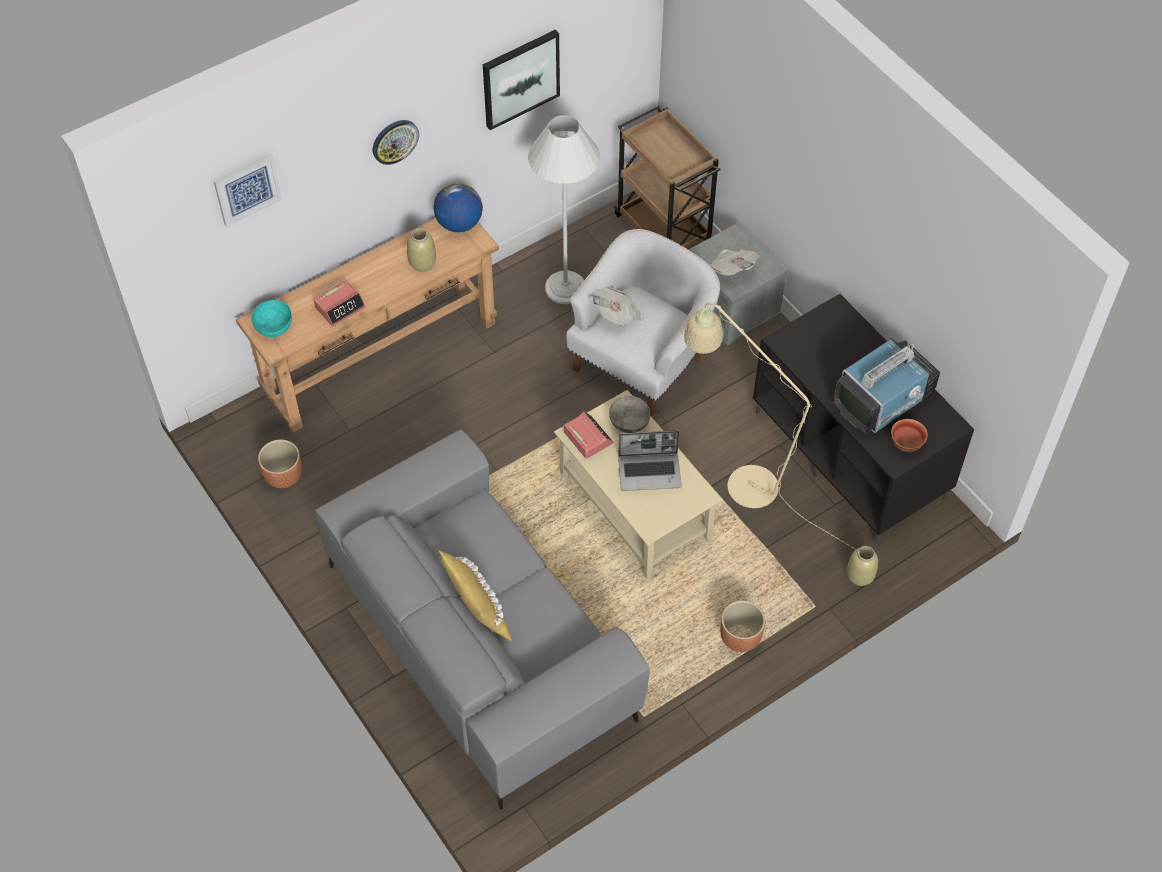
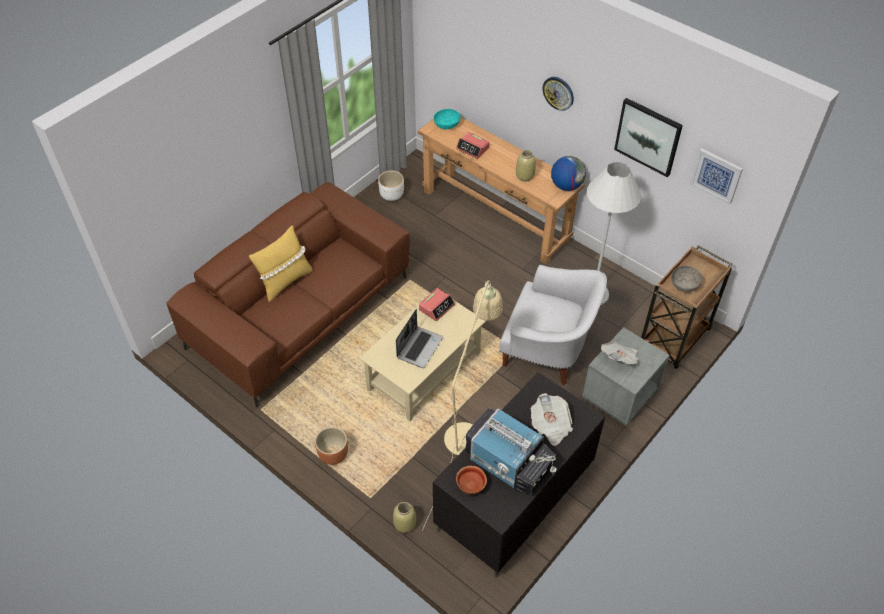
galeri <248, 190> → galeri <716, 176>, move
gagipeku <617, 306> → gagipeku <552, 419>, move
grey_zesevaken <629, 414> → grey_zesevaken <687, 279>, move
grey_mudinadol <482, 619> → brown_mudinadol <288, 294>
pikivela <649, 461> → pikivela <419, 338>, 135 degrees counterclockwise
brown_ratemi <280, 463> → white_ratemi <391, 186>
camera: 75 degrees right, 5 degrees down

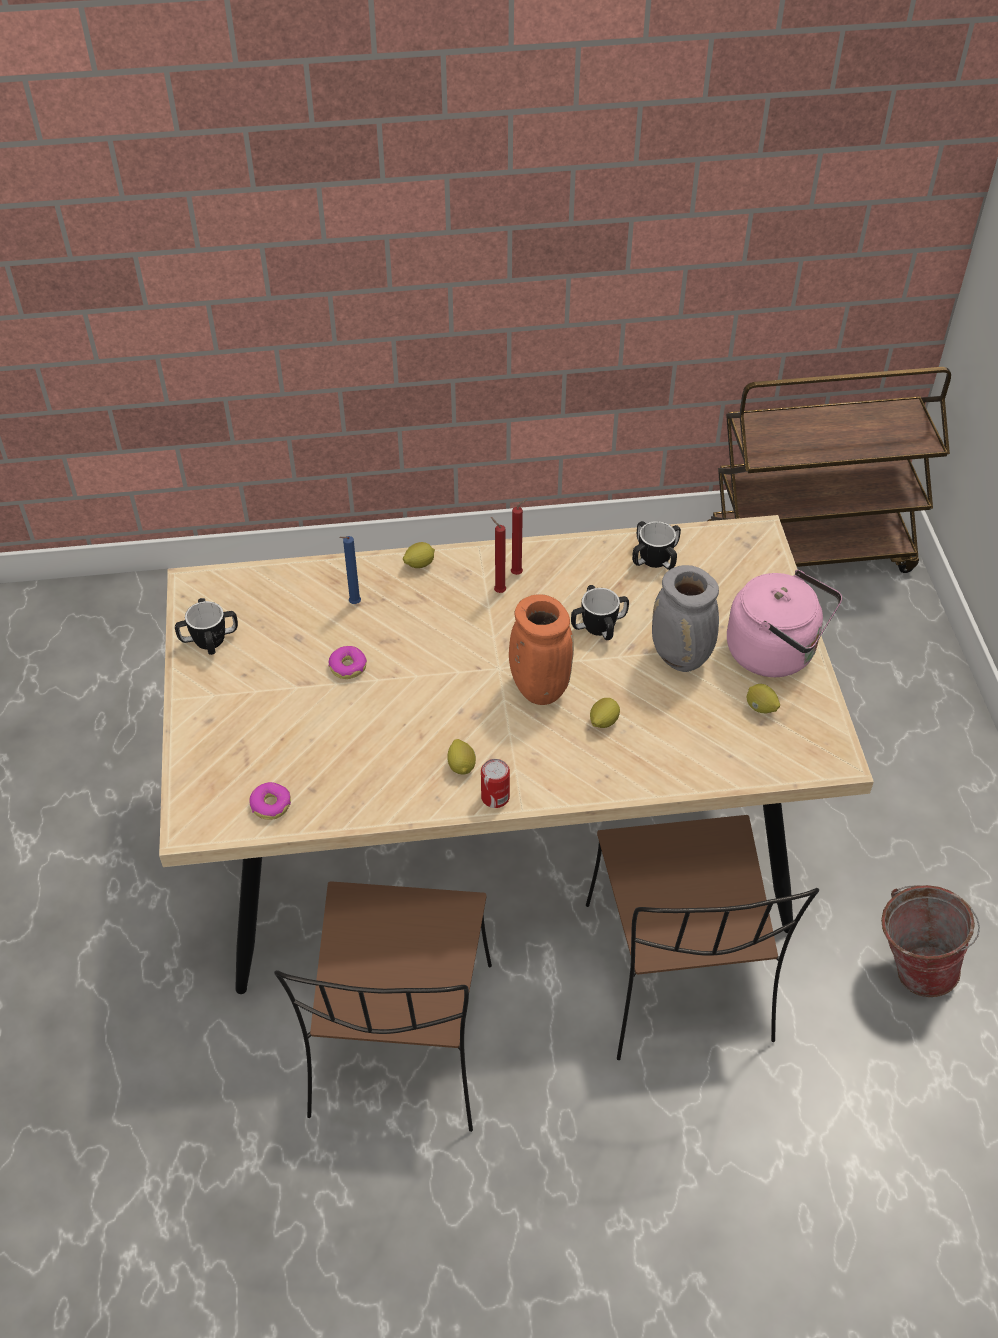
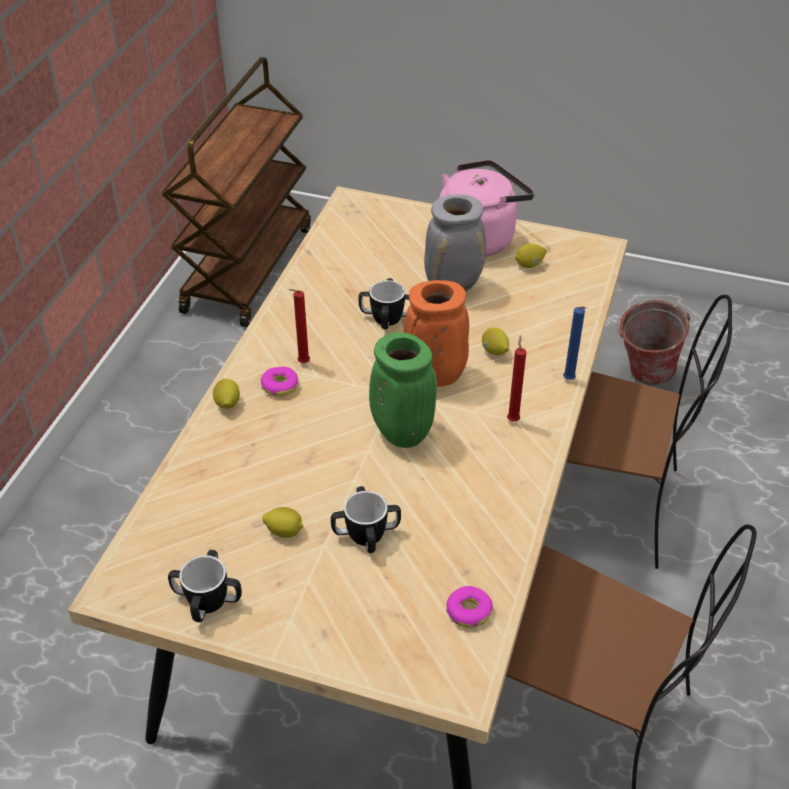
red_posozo <519, 537> → red_posozo <516, 378>, move
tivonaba <656, 545> → tivonaba <366, 519>, move
blue_posozo <350, 570> → blue_posozo <575, 343>, move
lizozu <348, 662> → lizozu <279, 382>, move
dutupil <461, 756> → dutupil <282, 522>, move
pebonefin <495, 783> → -
- → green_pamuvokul <403, 390>
camera: 65 degrees left, 5 degrees down

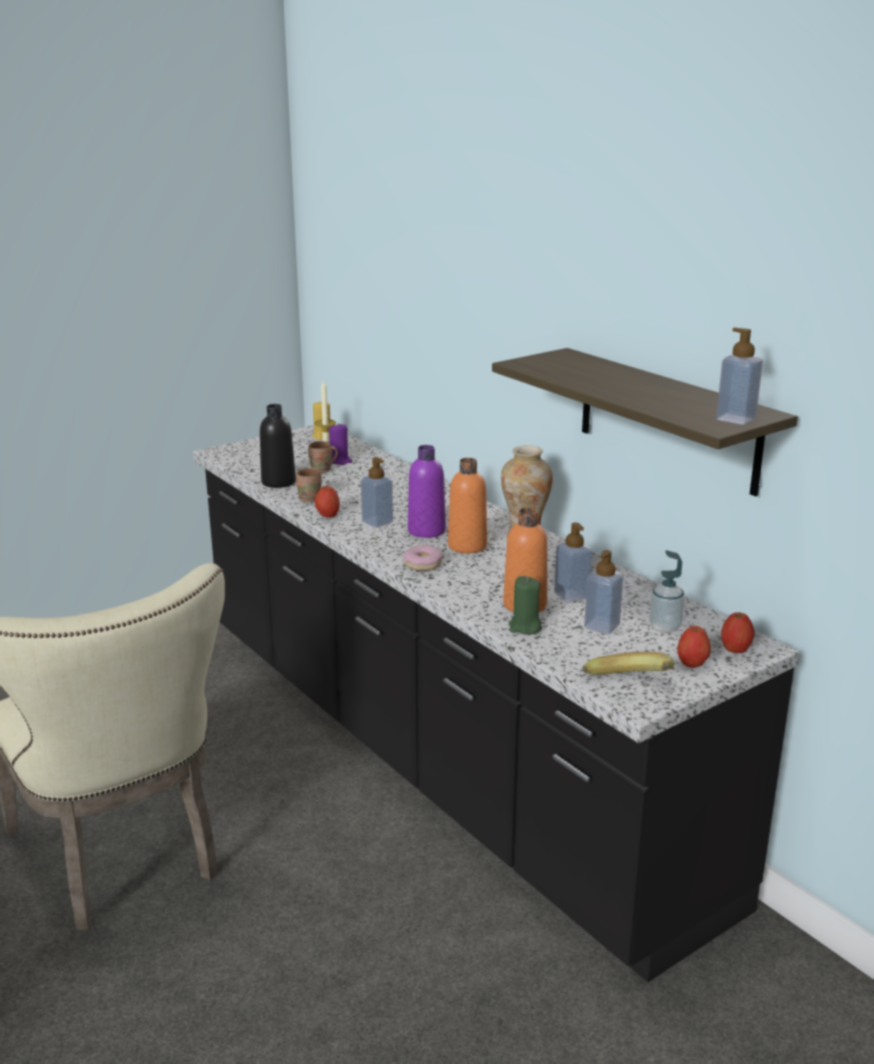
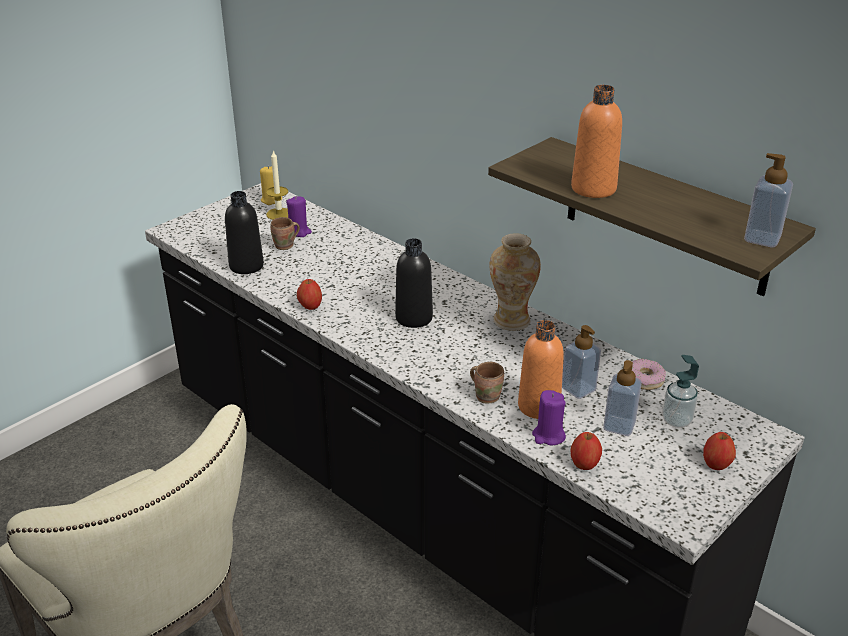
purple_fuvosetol <427, 491> → black_fuvosetol <414, 283>
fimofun <377, 492> → -
orange_fuvosetol <467, 505> → orange_fuvosetol <596, 141>, move
brown_tivonaba <309, 485> → brown_tivonaba <487, 382>, move
lizozu <423, 558> → lizozu <649, 374>, move
green_posozo <525, 605> → purple_posozo <549, 418>
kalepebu <738, 632> → kalepebu <586, 451>, move
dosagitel <628, 663> → -
camera: 10 degrees left, 10 degrees up

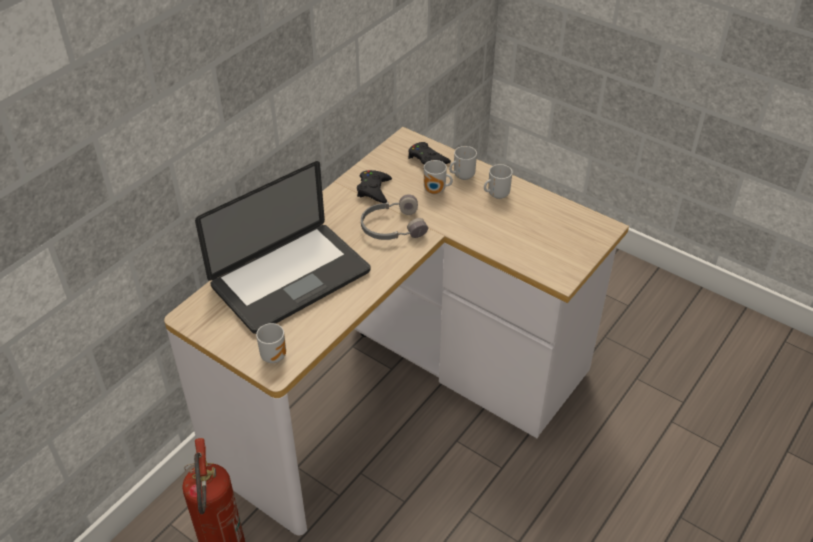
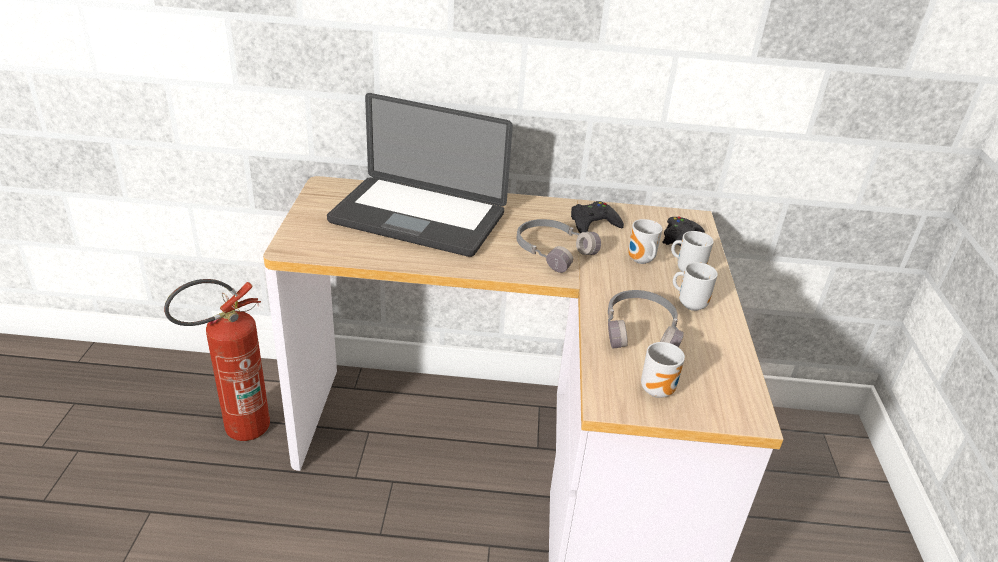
tivonaba <271, 343> → tivonaba <663, 370>, move
- → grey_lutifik <646, 319>
camera: 55 degrees right, 10 degrees down

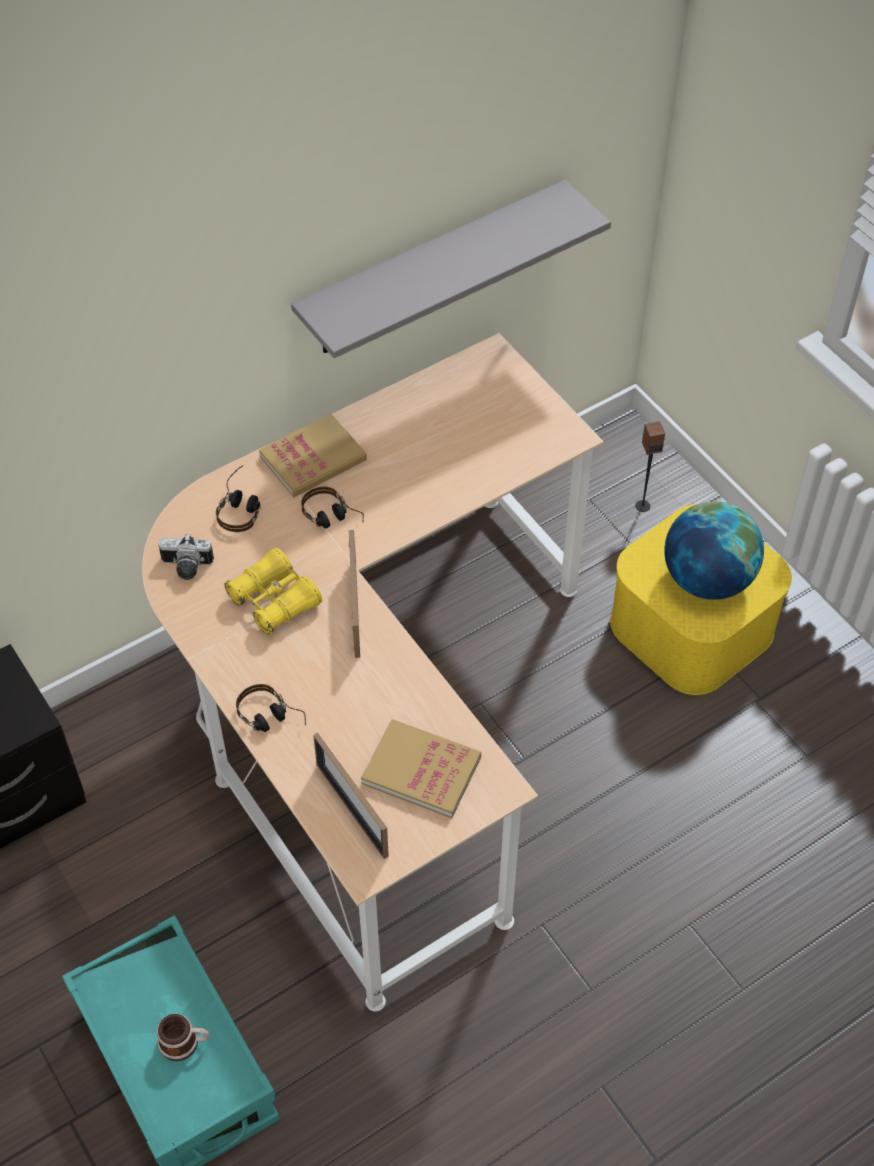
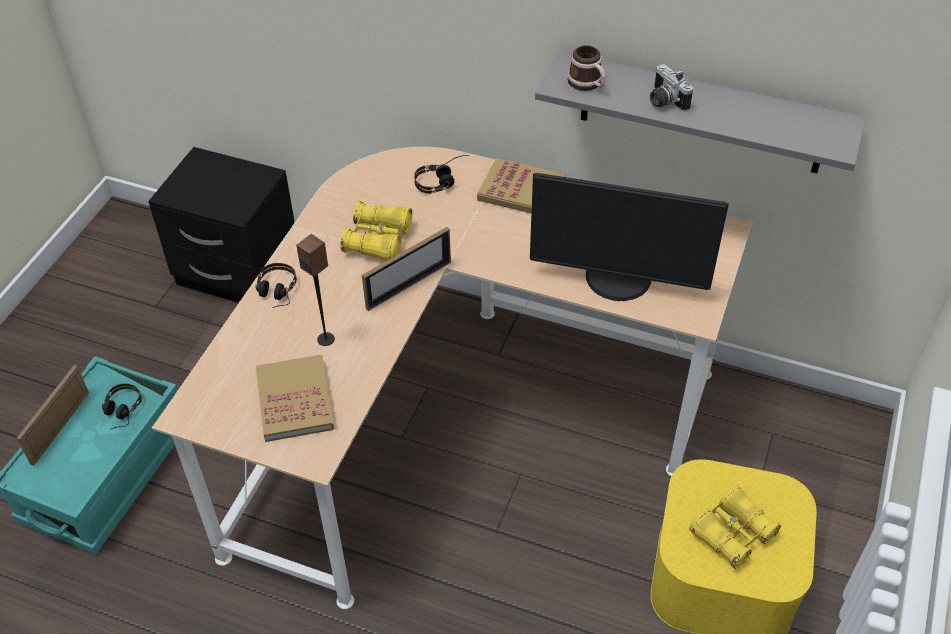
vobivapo <650, 466> → vobivapo <315, 290>, move
lutifik <332, 507> → lutifik <122, 406>, move
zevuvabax <714, 550> → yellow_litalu <735, 527>
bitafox <186, 557> → bitafox <671, 87>, move
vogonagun <351, 796> → vogonagun <52, 415>, move
tivonaba <183, 1037> → tivonaba <586, 68>, move
- → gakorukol <629, 237>
camera: 55 degrees right, 5 degrees down

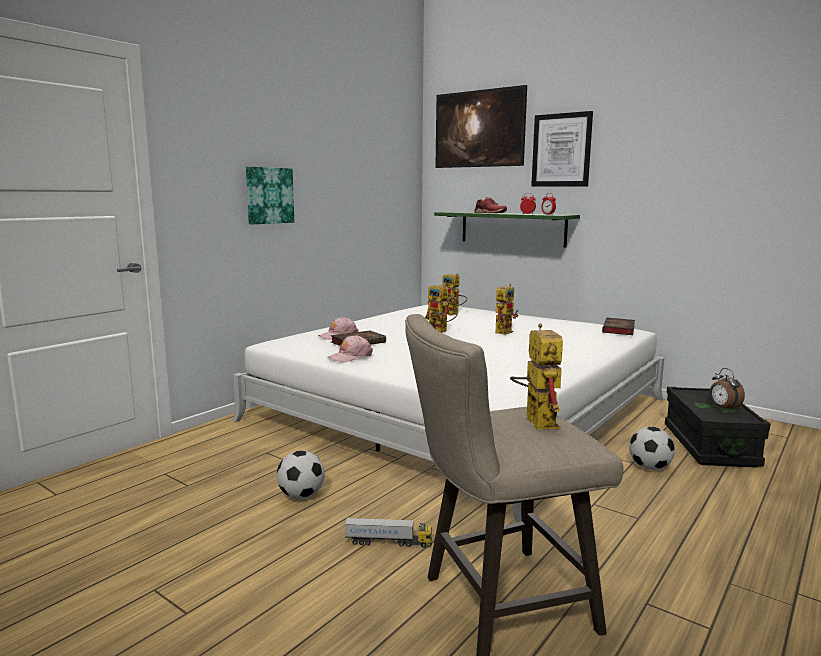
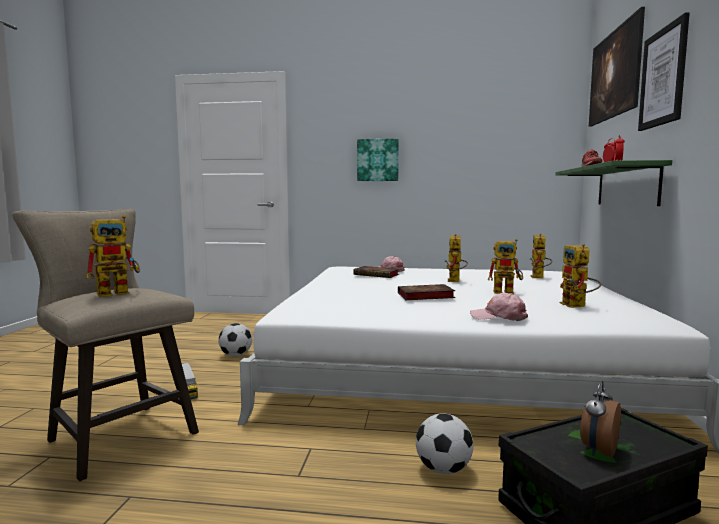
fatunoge <618, 326> → fatunoge <426, 292>, move
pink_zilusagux <350, 349> → pink_zilusagux <499, 307>, move
- → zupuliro <580, 276>
camera: 60 degrees right, 5 degrees down

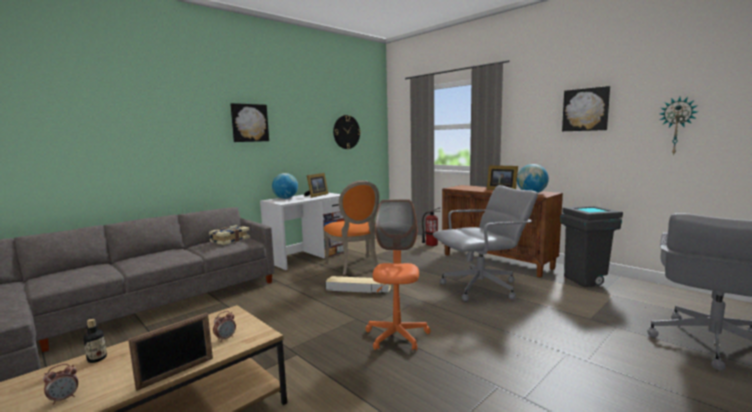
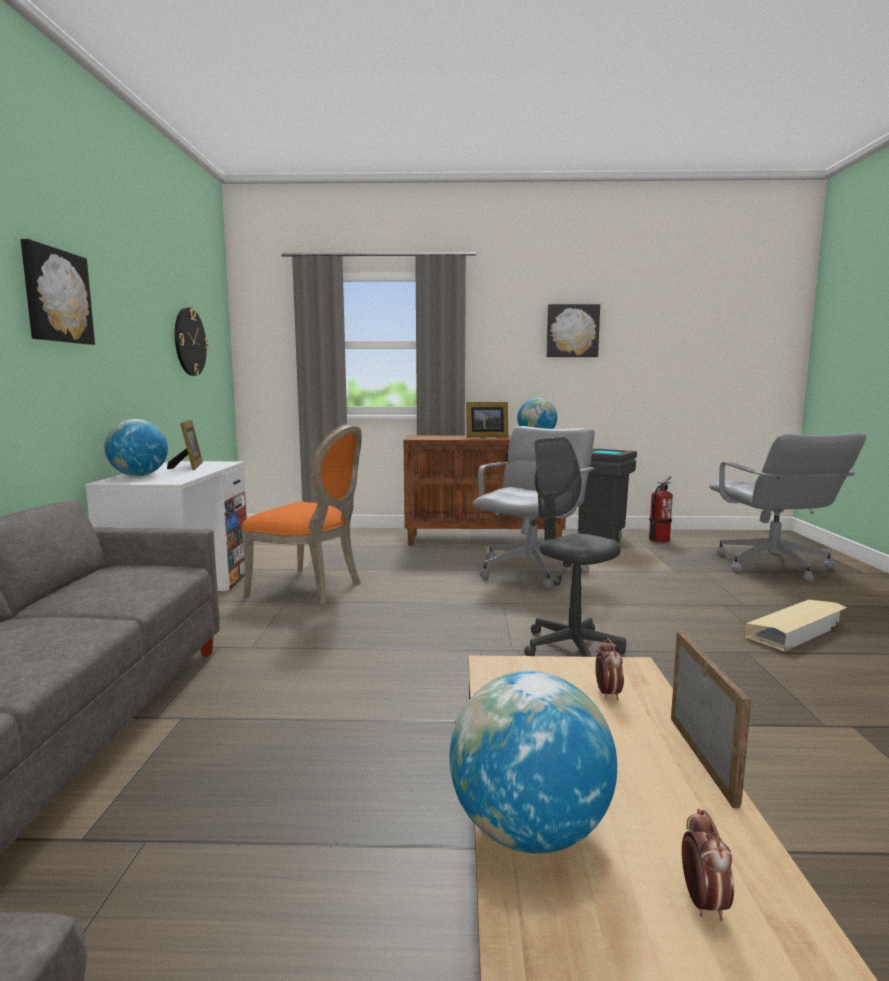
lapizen <679, 126> → -
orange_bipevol <397, 275> → grey_bipevol <575, 547>
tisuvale <431, 226> → tisuvale <661, 509>, move
fatunoge <229, 235> → -
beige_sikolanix <358, 284> → beige_sikolanix <796, 625>, move
fuvosetol <95, 341> → zevuvabax <533, 762>
camera: 45 degrees left, 0 degrees up

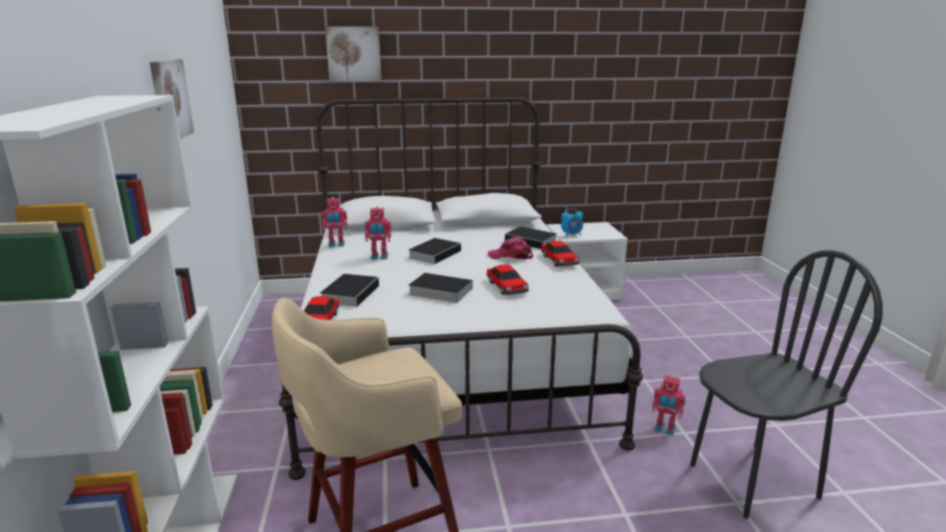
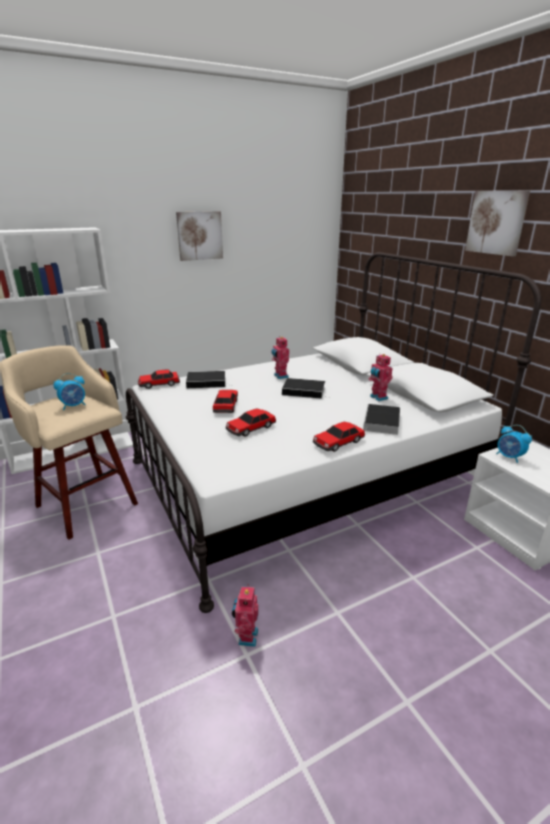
galeri <353, 54> → galeri <497, 223>, move
zupuliro <334, 222> → zupuliro <380, 377>, move
pink_zilusagux <510, 248> → -
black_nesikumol <786, 384> → -
fatunoge <440, 288> → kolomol <225, 401>
- → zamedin <70, 391>
camera: 70 degrees right, 5 degrees up

